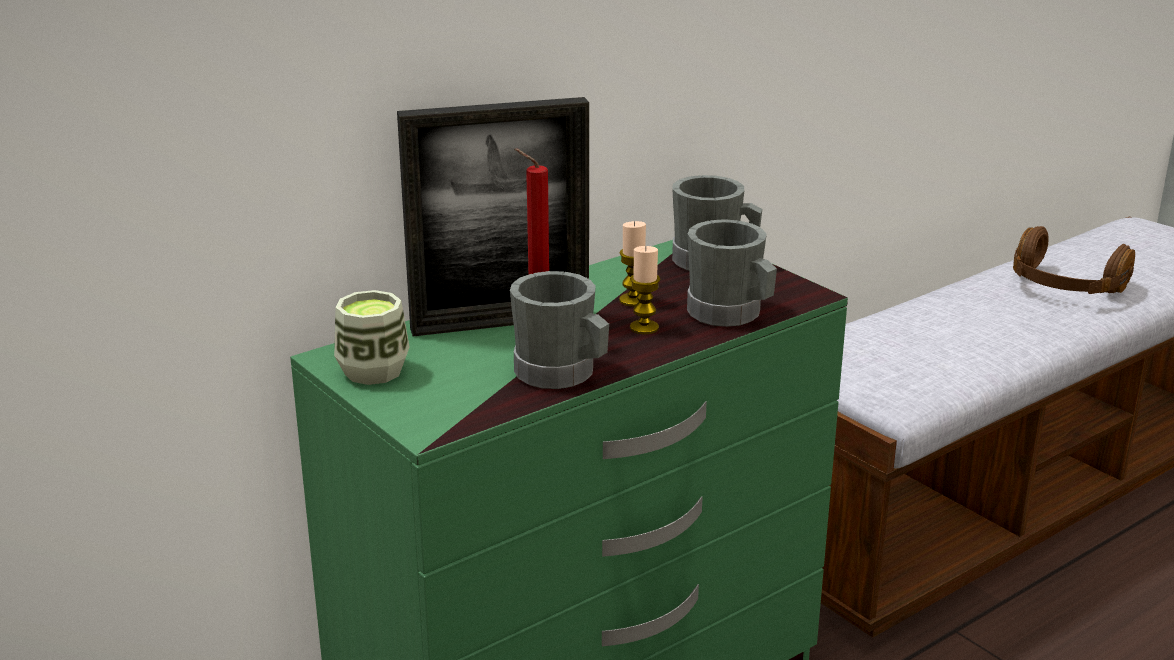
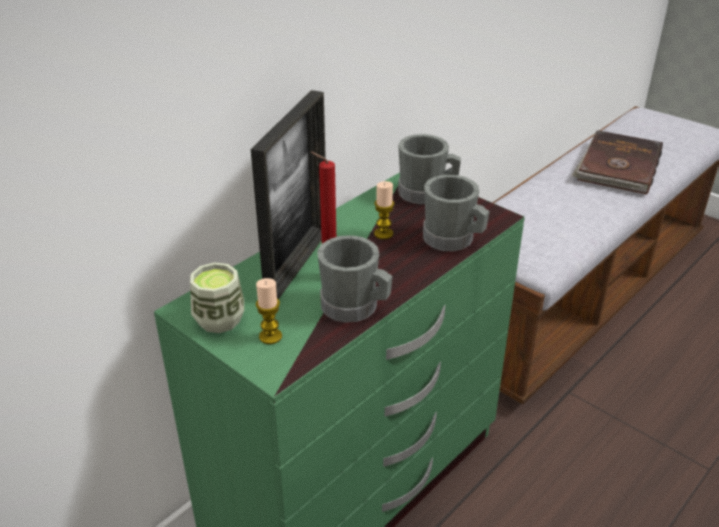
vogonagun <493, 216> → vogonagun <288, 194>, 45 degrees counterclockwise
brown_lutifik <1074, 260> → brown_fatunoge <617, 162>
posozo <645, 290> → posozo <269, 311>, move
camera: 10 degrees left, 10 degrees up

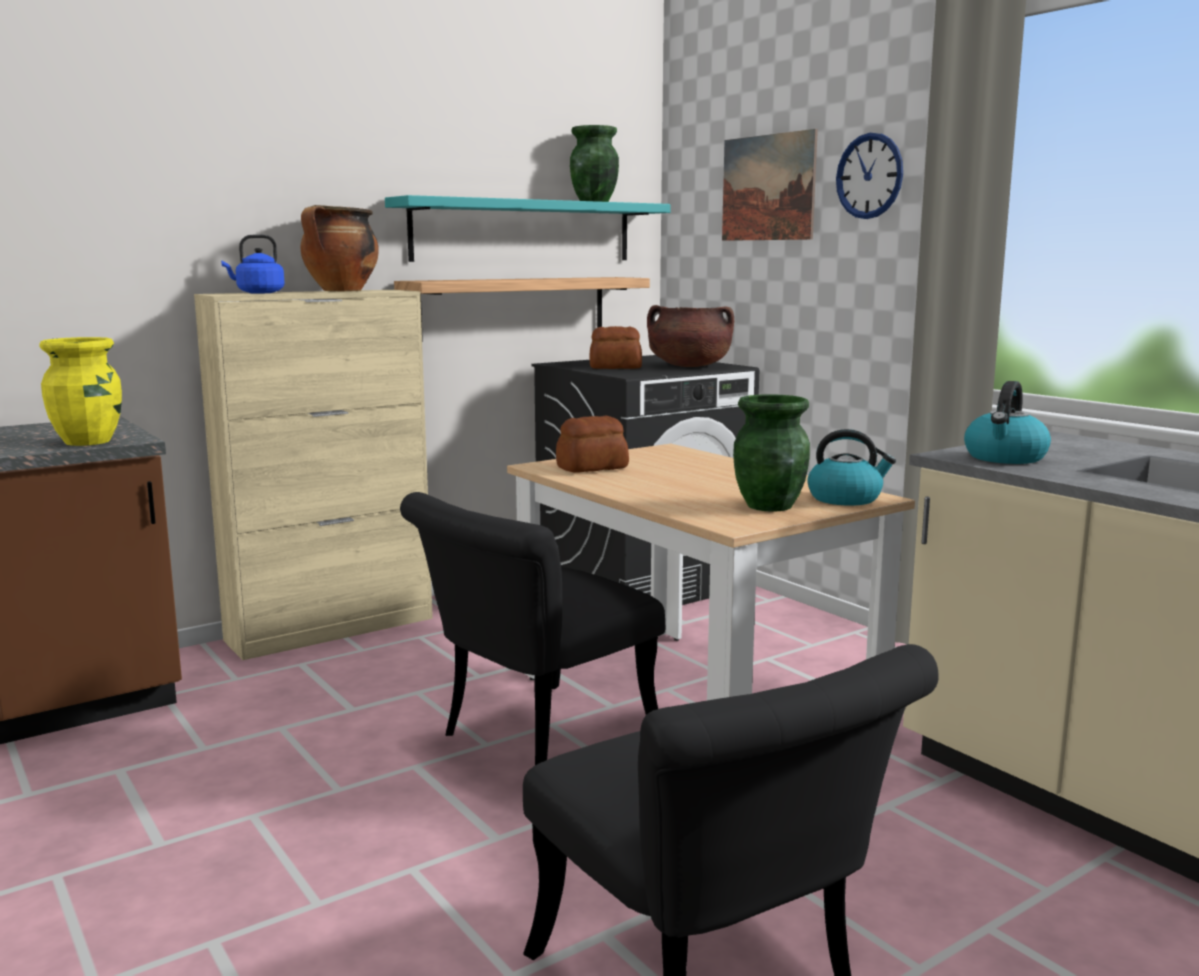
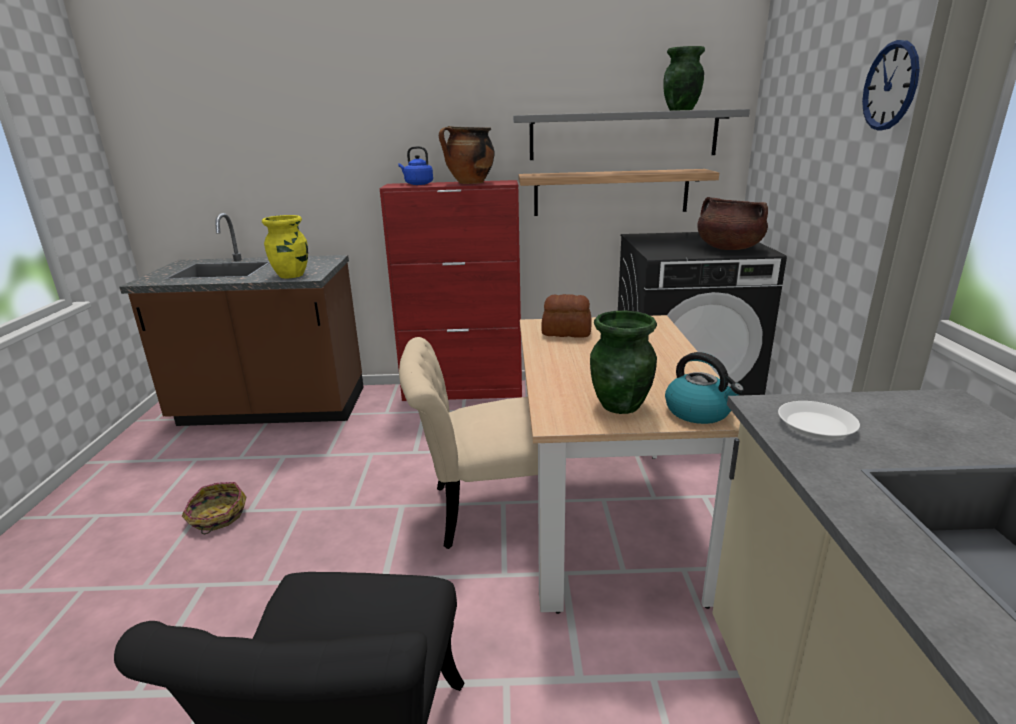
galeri <770, 185> → -
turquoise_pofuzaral <527, 228> → grey_pofuzaral <631, 134>
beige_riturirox <313, 475> → red_riturirox <450, 290>
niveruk <615, 347> → -
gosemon <1007, 422> → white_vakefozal <819, 420>
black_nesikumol <532, 628> → beige_nesikumol <468, 443>
- → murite <214, 508>
camera: 35 degrees right, 10 degrees up

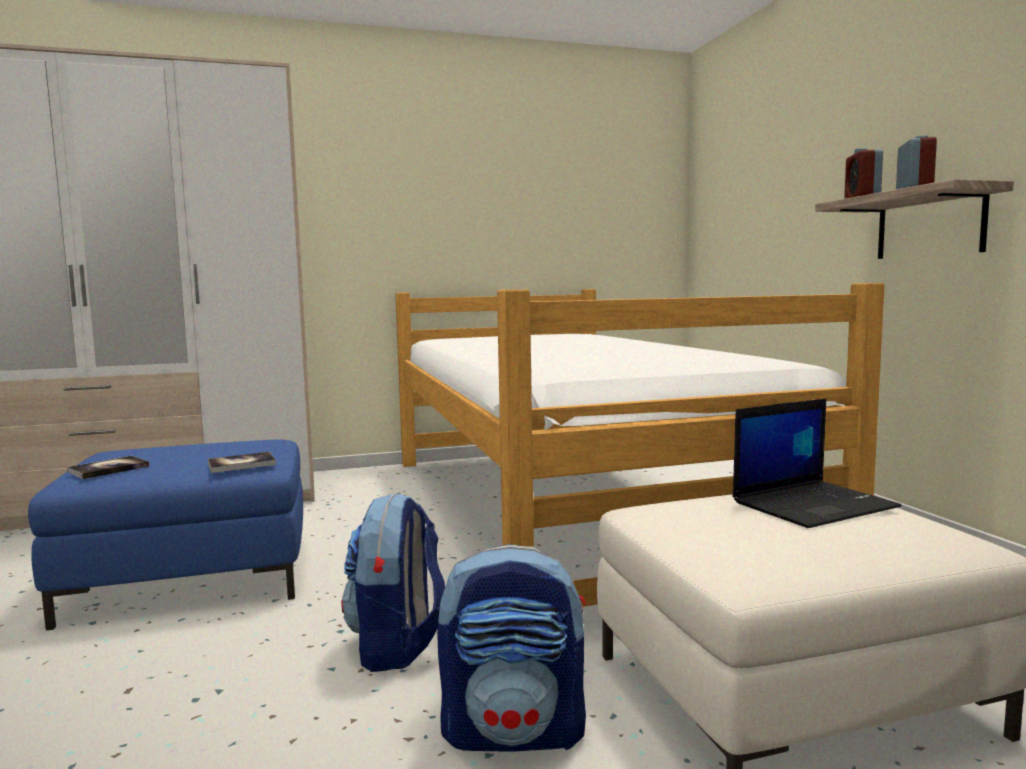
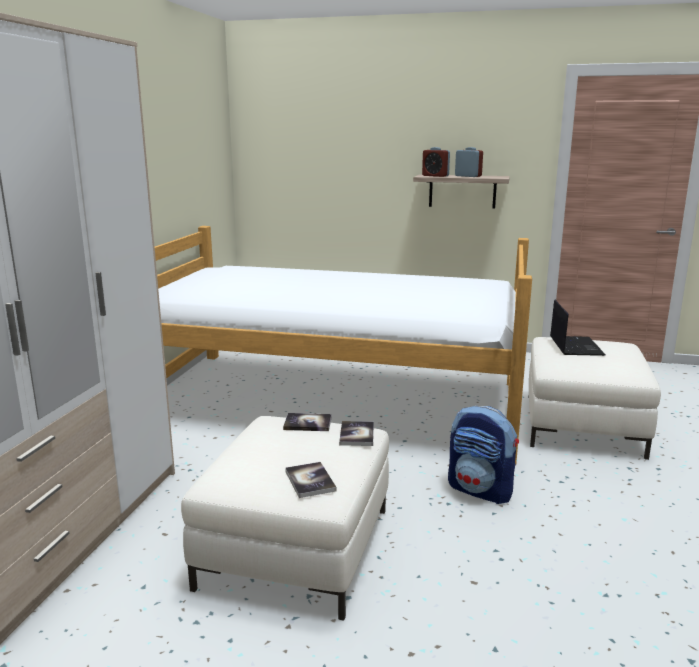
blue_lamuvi <165, 535> → white_lamuvi <285, 518>
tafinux <511, 648> → -
- → fatunoge <307, 422>
camera: 60 degrees left, 10 degrees up

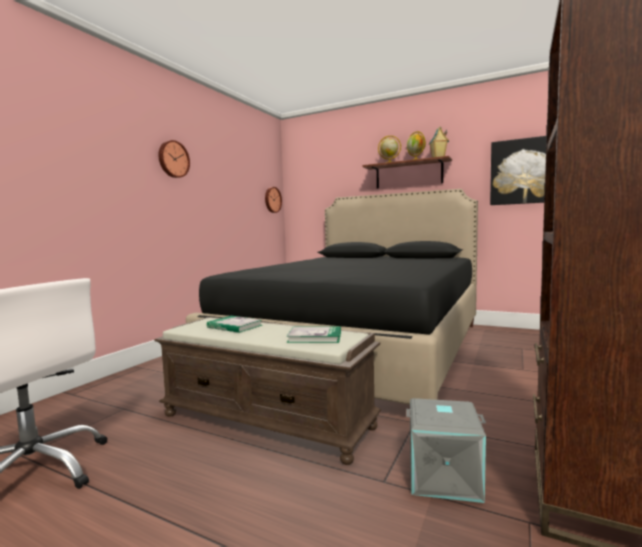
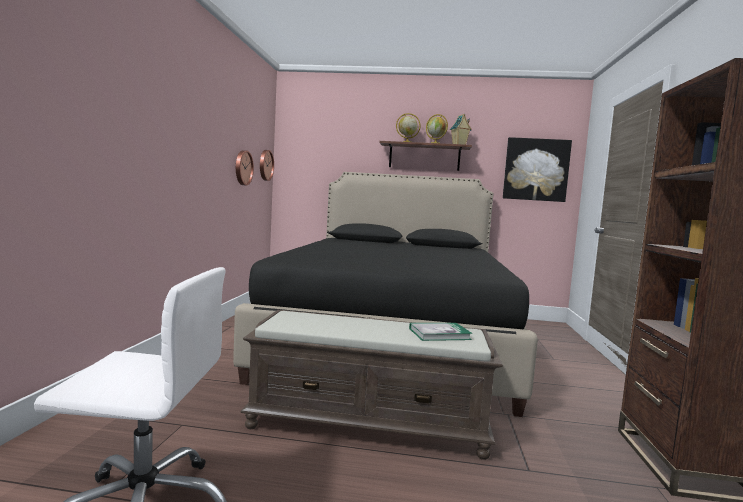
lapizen <174, 159> → lapizen <245, 168>, move
fatunoge <234, 324> → -
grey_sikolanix <446, 450> → -
camera: 20 degrees left, 0 degrees up

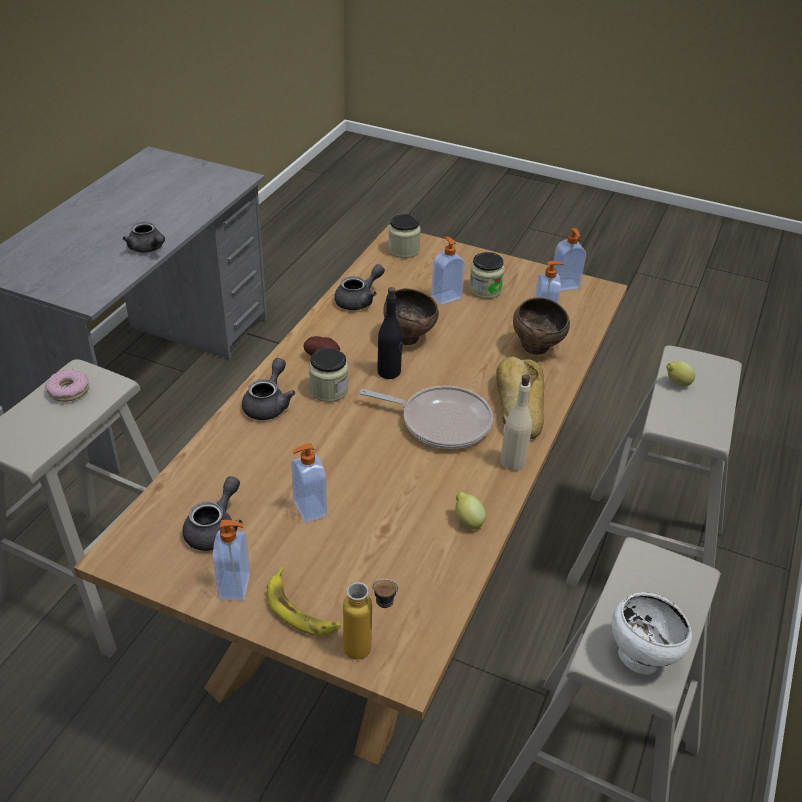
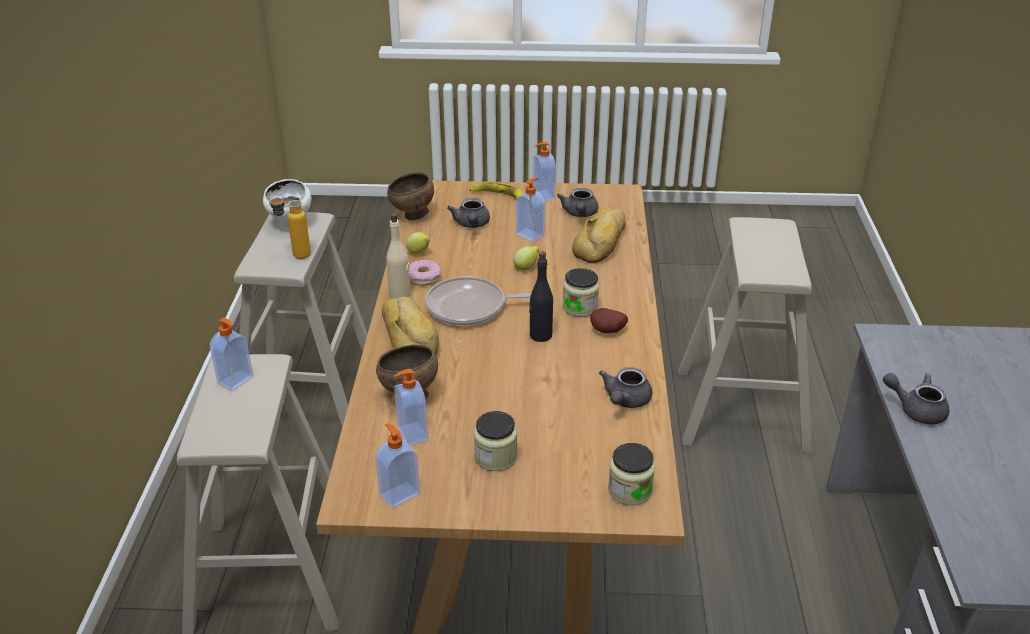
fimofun <448, 270> → fimofun <231, 354>, move
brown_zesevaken <411, 316> → brown_zesevaken <410, 196>, move
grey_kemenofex <268, 389> → grey_kemenofex <468, 213>, move
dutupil <680, 374> → dutupil <526, 258>, move
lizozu <67, 385> → lizozu <425, 273>, move
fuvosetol <370, 619> → fuvosetol <290, 226>, move
- → niveruk <599, 235>
camera: 160 degrees right, 5 degrees down

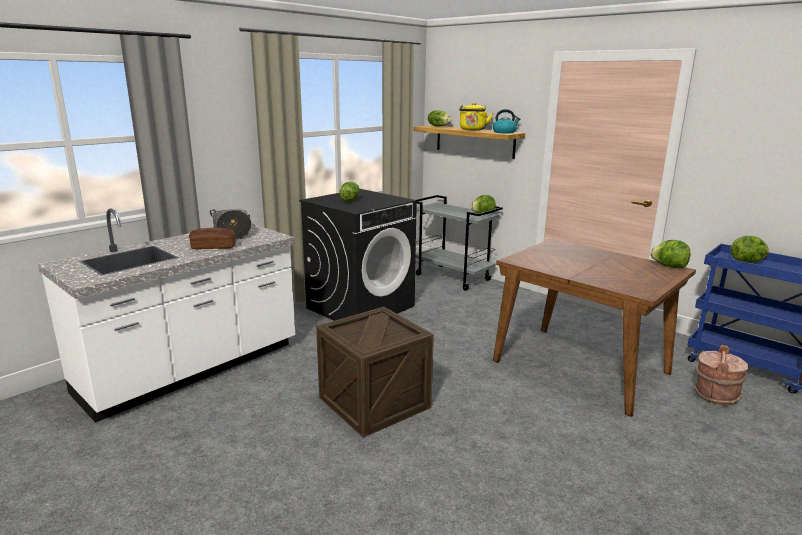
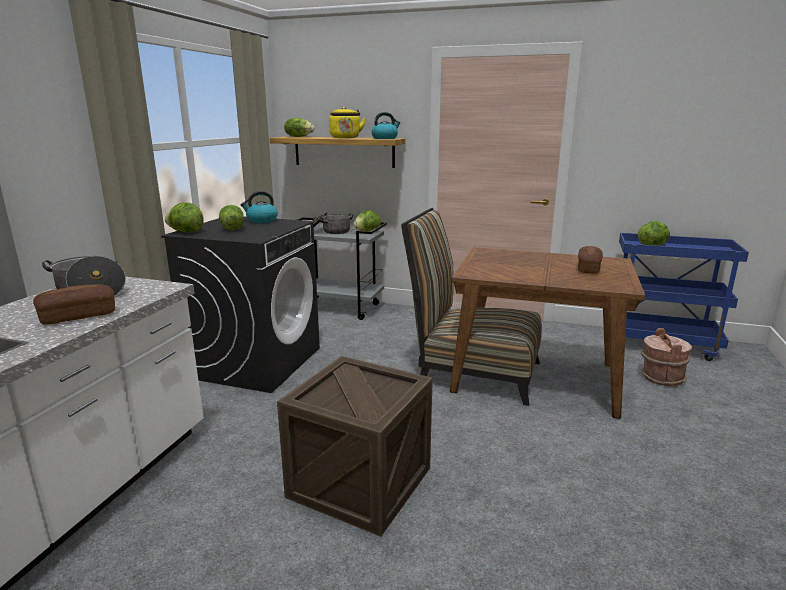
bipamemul <670, 254> → bipamemul <184, 217>, move
- → gosemon <259, 207>
- → nesikumol <471, 307>
- → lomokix <332, 223>
- → niveruk <590, 260>
camera: 25 degrees left, 0 degrees up

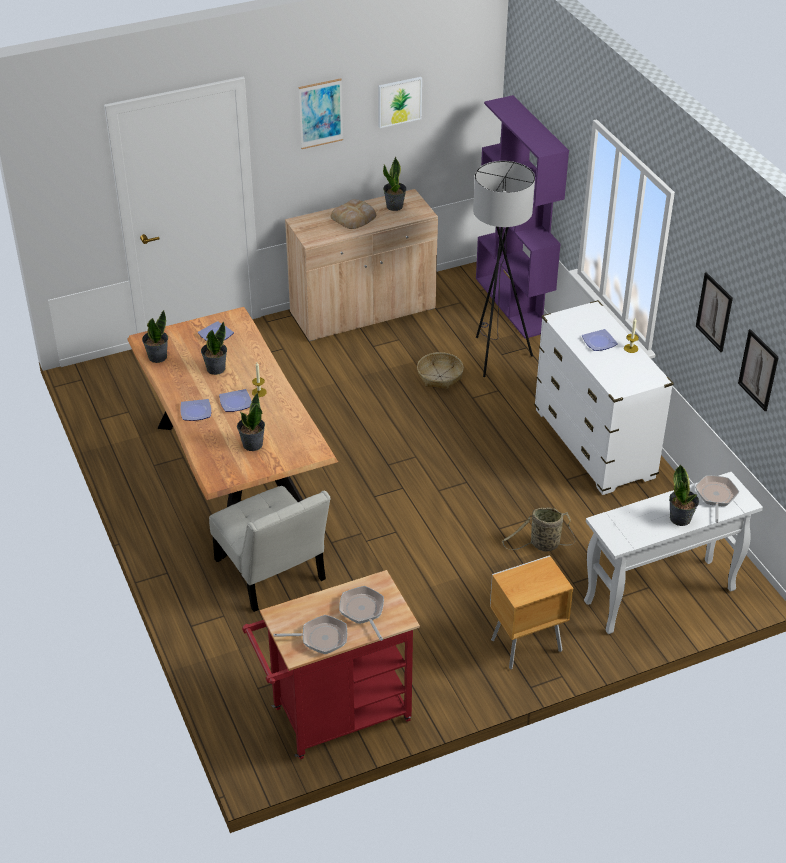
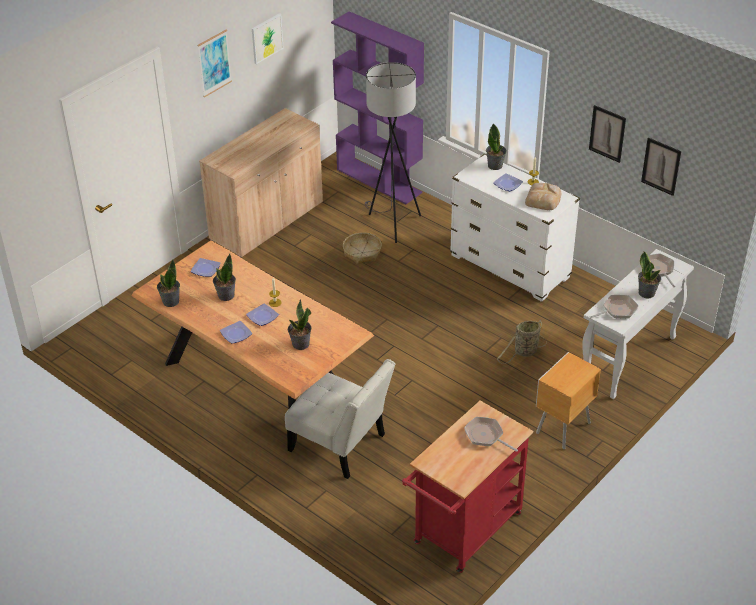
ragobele <395, 184> → ragobele <496, 146>, move
niveruk <353, 214> → niveruk <543, 196>, move
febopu <310, 634> → febopu <614, 307>, move
camera: 25 degrees left, 0 degrees up

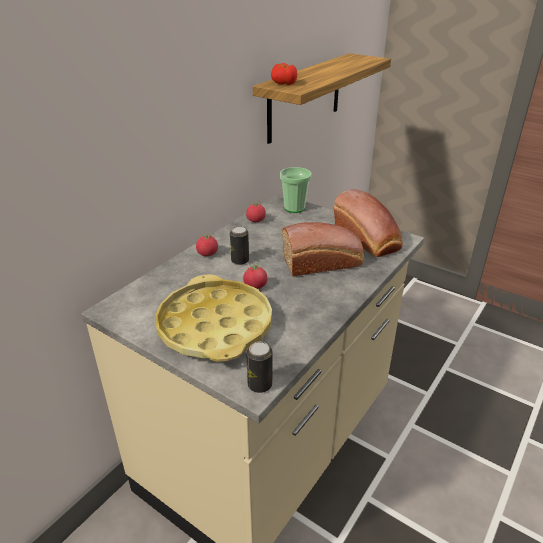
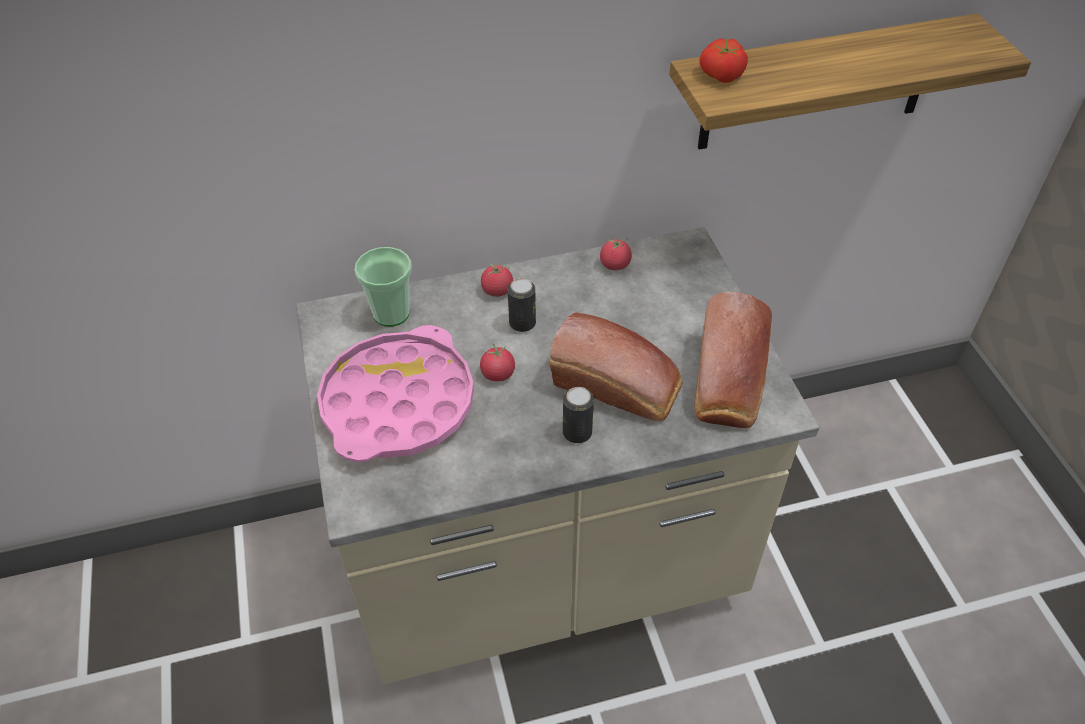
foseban <295, 190> → foseban <383, 287>, move
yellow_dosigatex <213, 318> → pink_dosigatex <395, 393>
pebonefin <259, 367> → pebonefin <578, 415>, move
camera: 40 degrees right, 15 degrees up

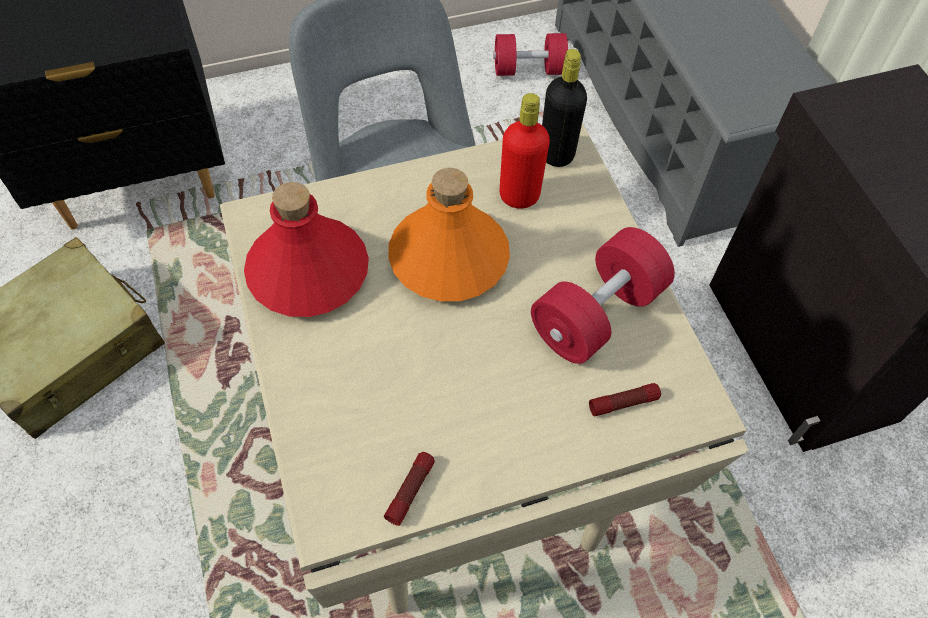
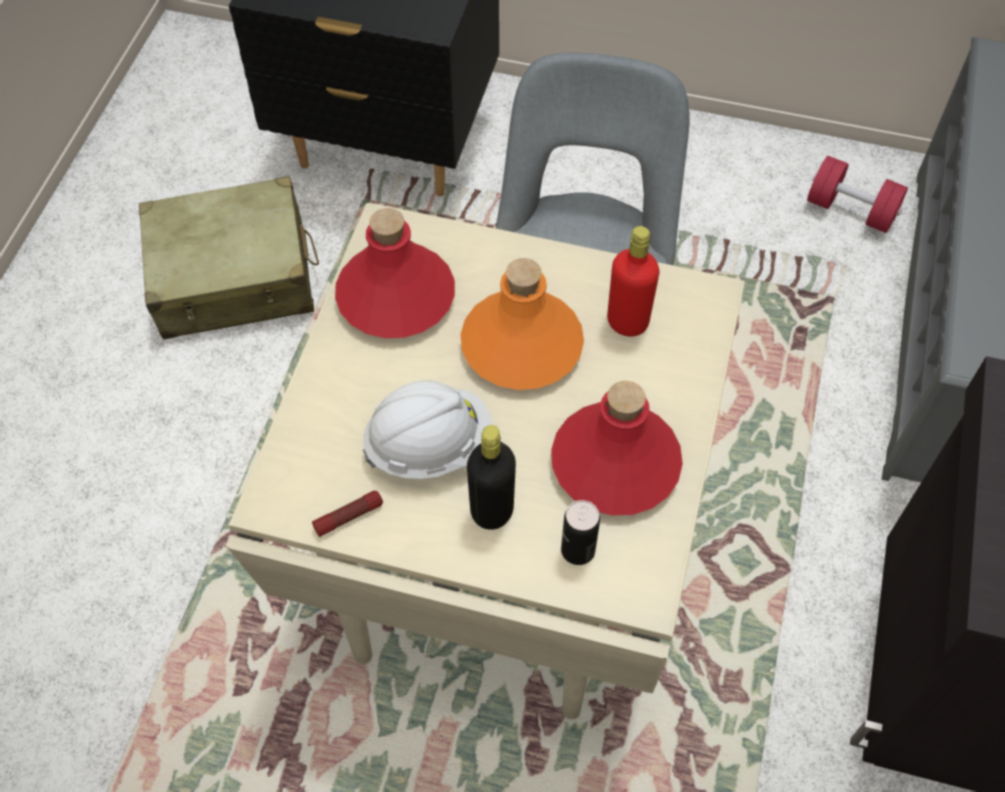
black_fuvosetol <564, 108> → black_fuvosetol <491, 477>, move
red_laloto <603, 295> → red_fuvosetol <617, 448>
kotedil <625, 399> → pebonefin <580, 532>
- → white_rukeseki <428, 429>
camera: 35 degrees right, 0 degrees up

